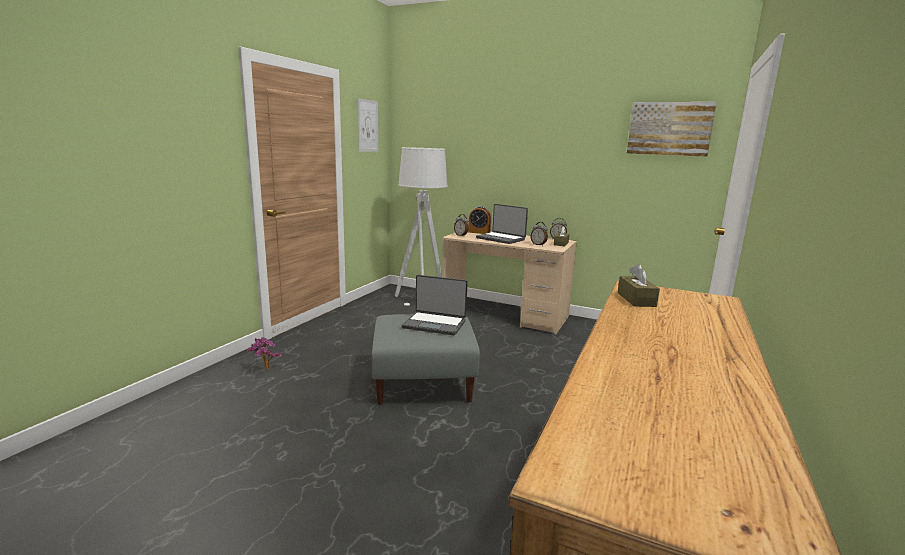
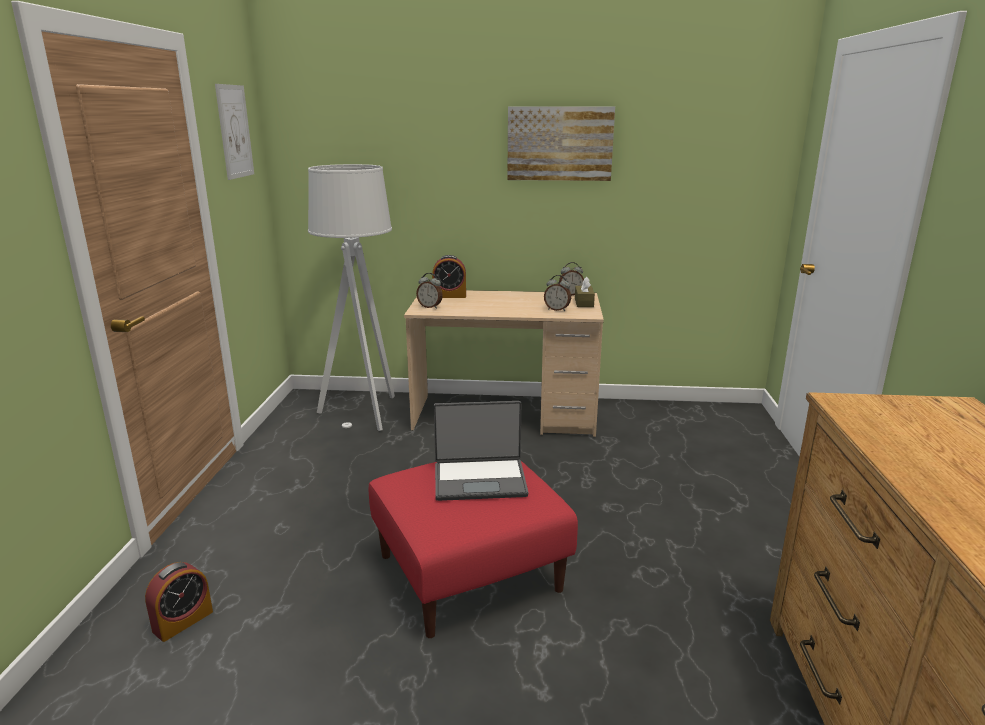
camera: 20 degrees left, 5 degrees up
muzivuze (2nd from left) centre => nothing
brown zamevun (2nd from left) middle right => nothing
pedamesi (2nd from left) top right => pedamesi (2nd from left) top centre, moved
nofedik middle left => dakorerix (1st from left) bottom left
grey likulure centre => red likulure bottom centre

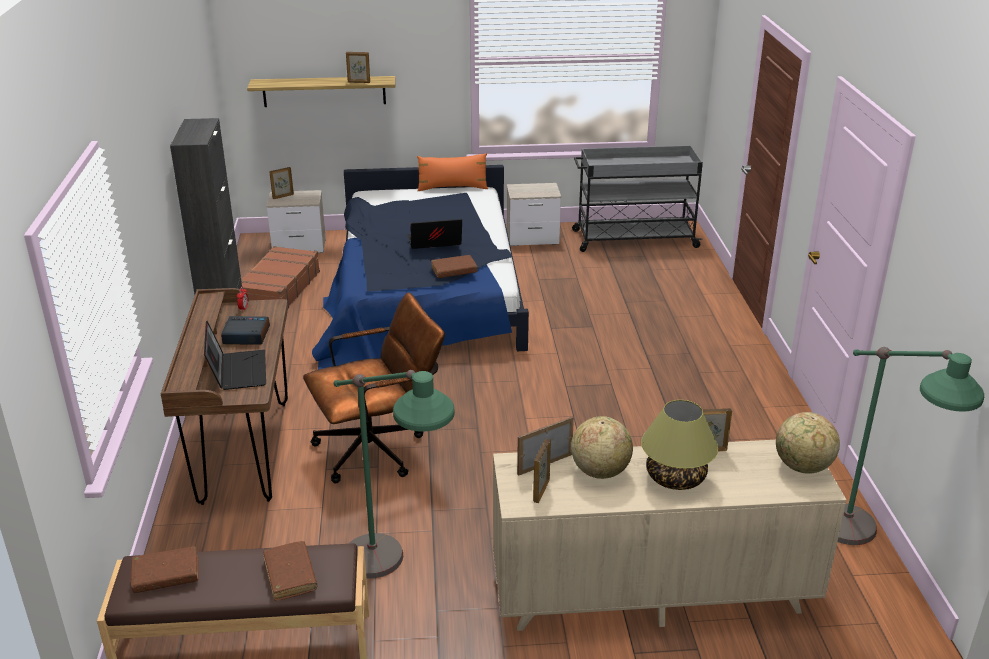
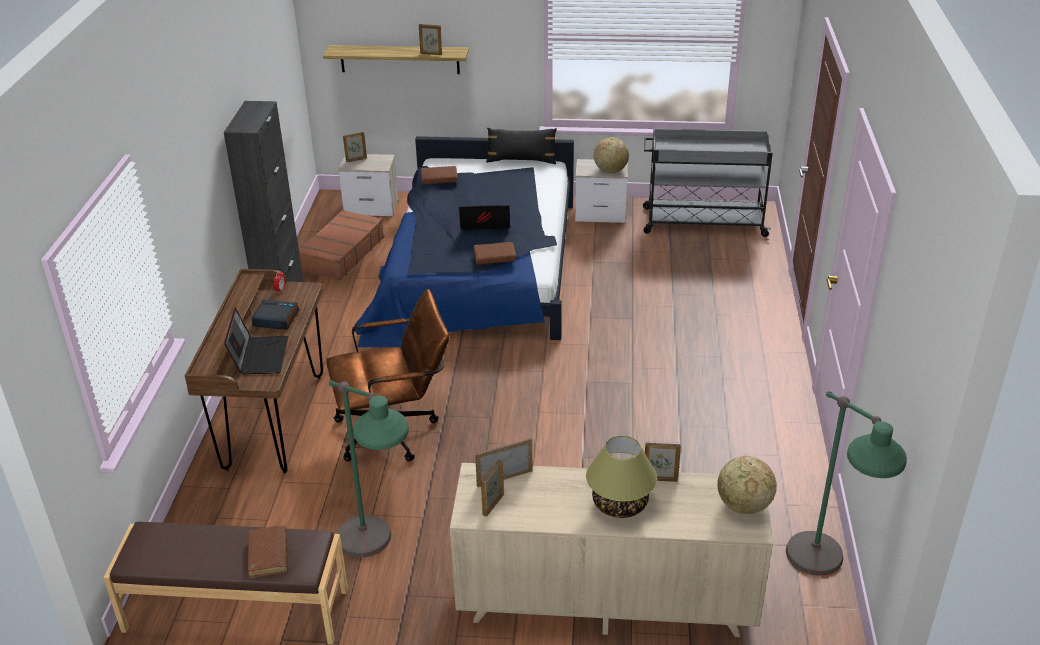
camera: 10 degrees right, 5 degrees up
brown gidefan (1st from left in the first image) bottom left => brown gidefan (2nd from left) top centre, moved
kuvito (1st from left) bottom centre => kuvito (1st from left) top centre, moved
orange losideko top centre => black losideko top centre

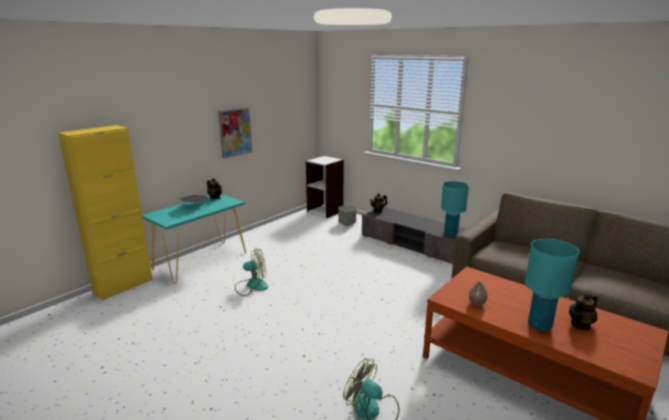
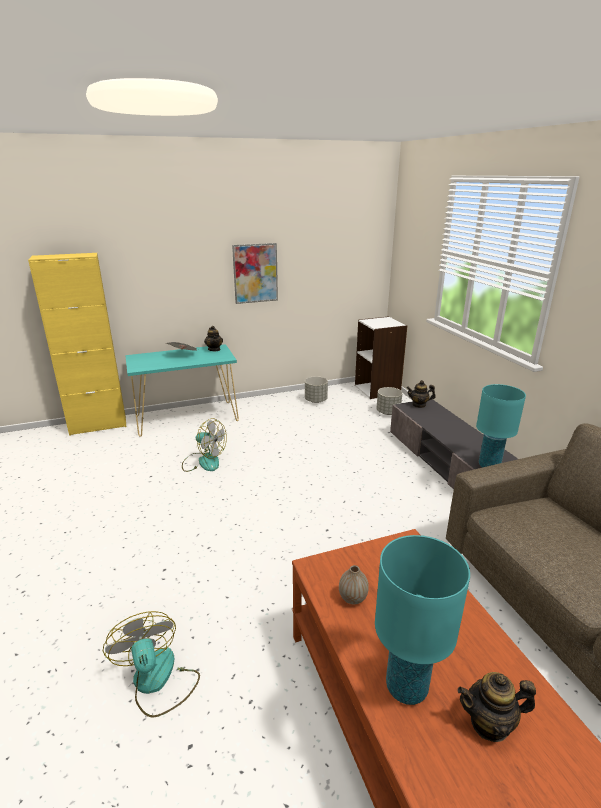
camera: 30 degrees right, 5 degrees up
nothing => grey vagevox (1st from left) centre

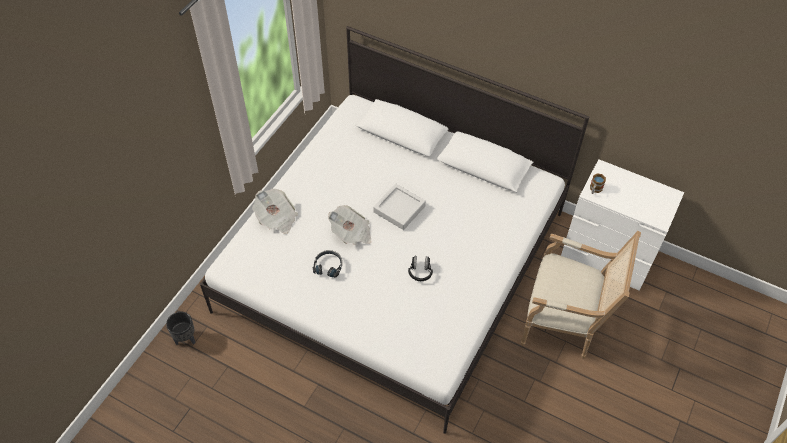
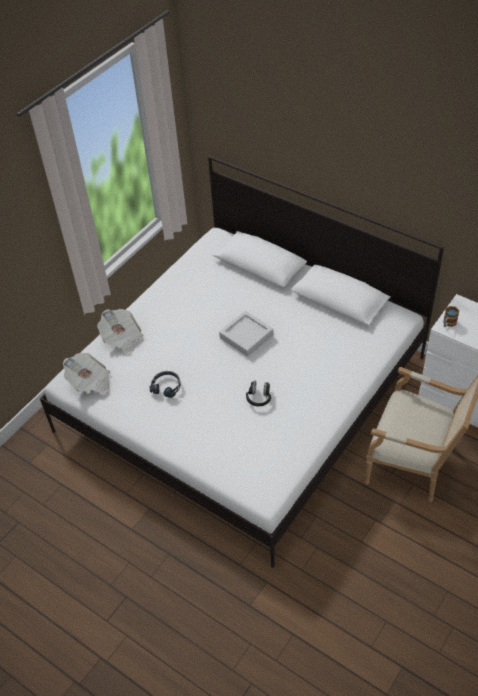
camera: 10 degrees right, 5 degrees down
black vagevox bottom left => nothing
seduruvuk (2nd from left in the first image) centre => seduruvuk (1st from left) middle left, moved

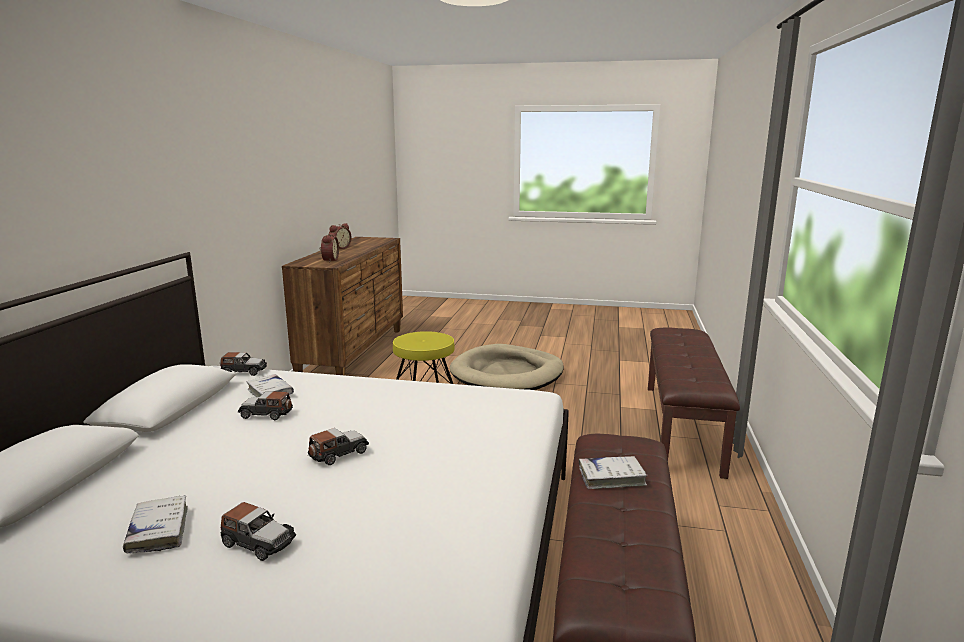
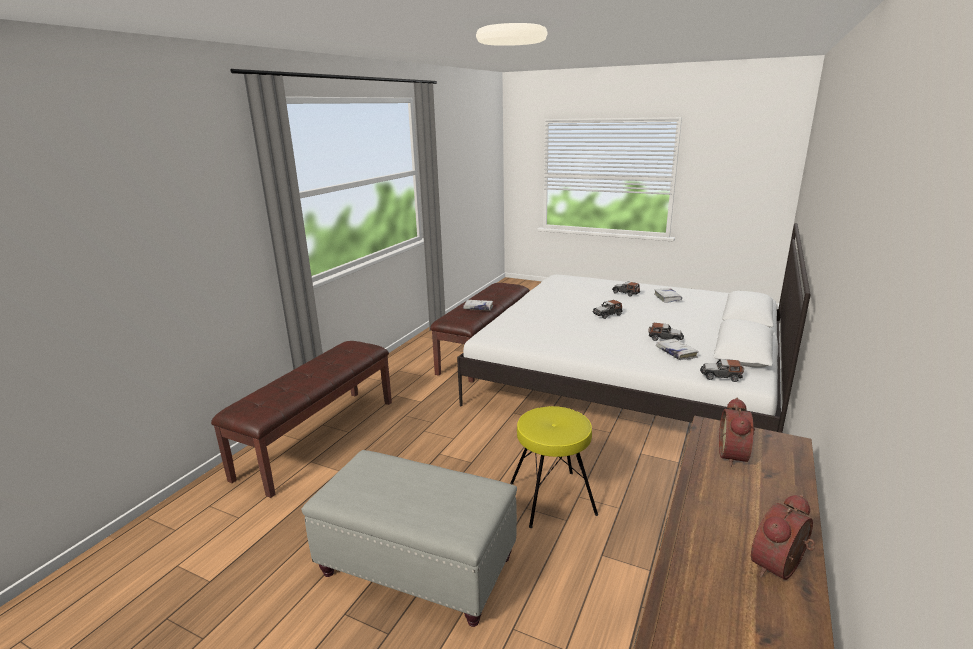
camera: 165 degrees left, 5 degrees up
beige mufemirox centre => grey likulure bottom centre

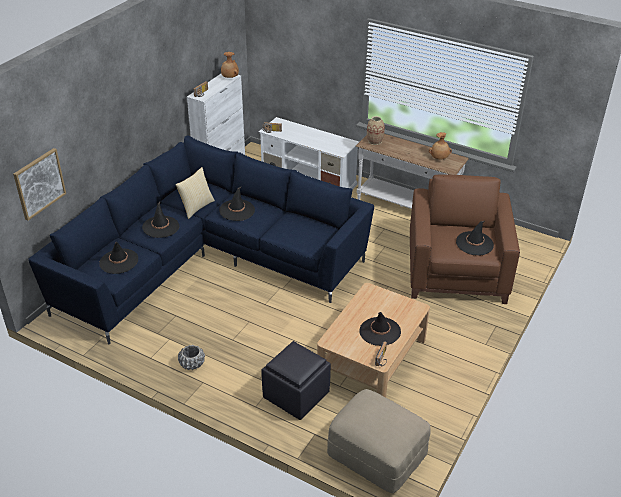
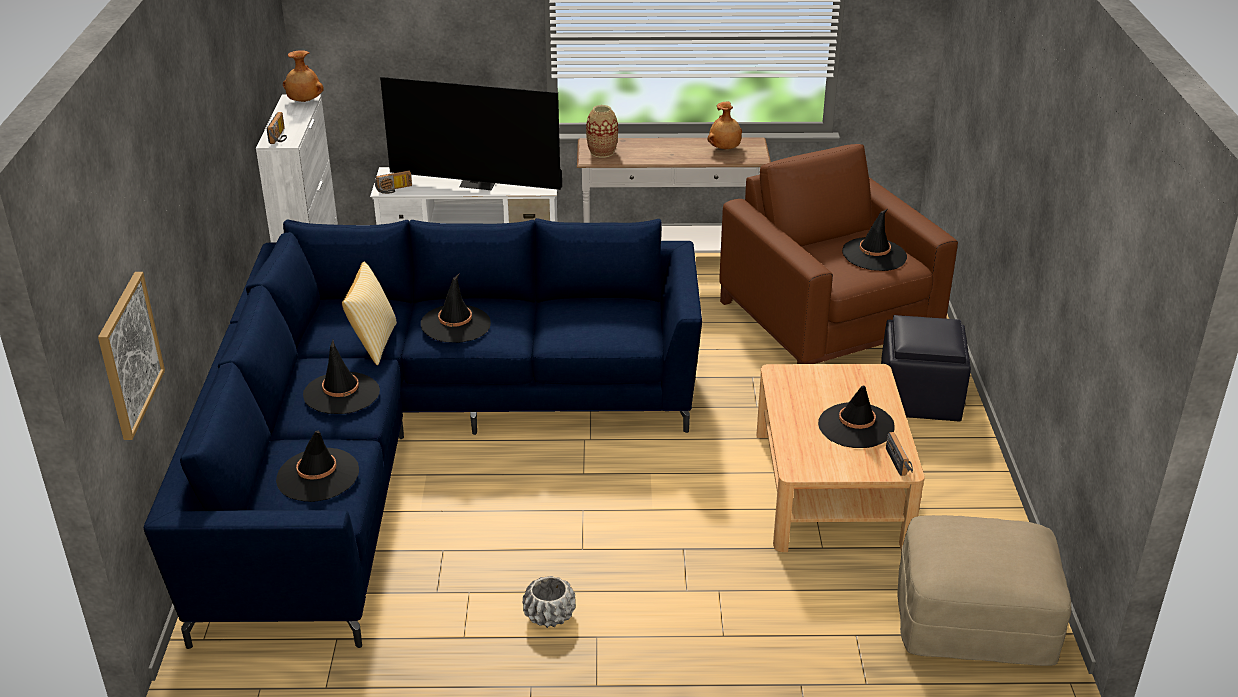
camera: 30 degrees left, 5 degrees down
nothing => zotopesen top centre
black likulure bottom centre => black likulure middle right, moved

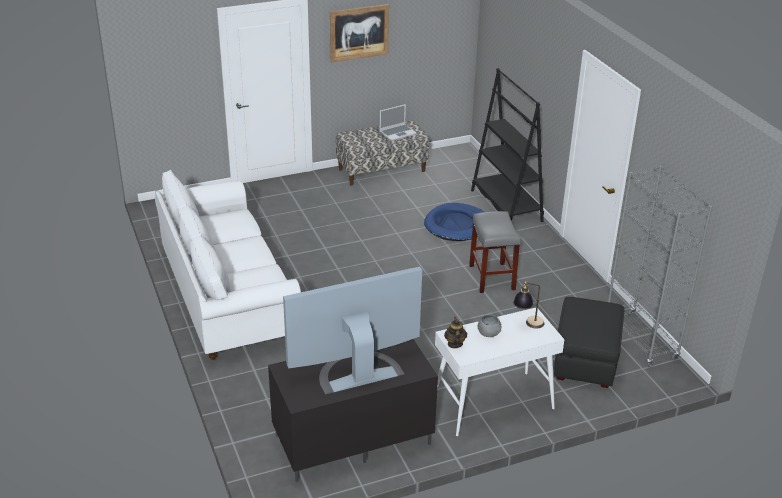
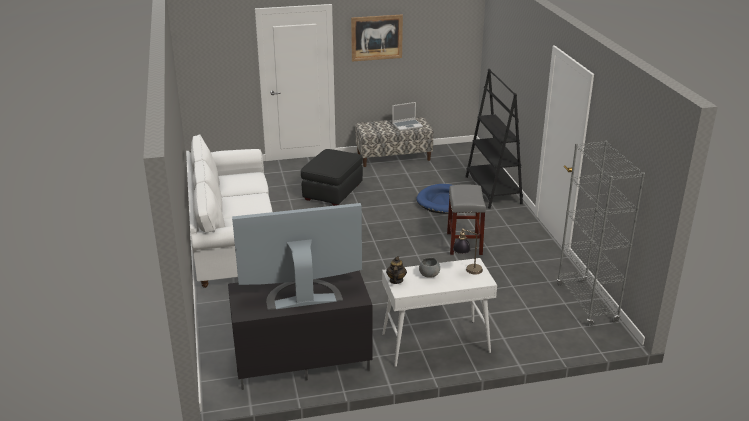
camera: 10 degrees right, 5 degrees down
black likulure bottom right => black likulure centre, moved

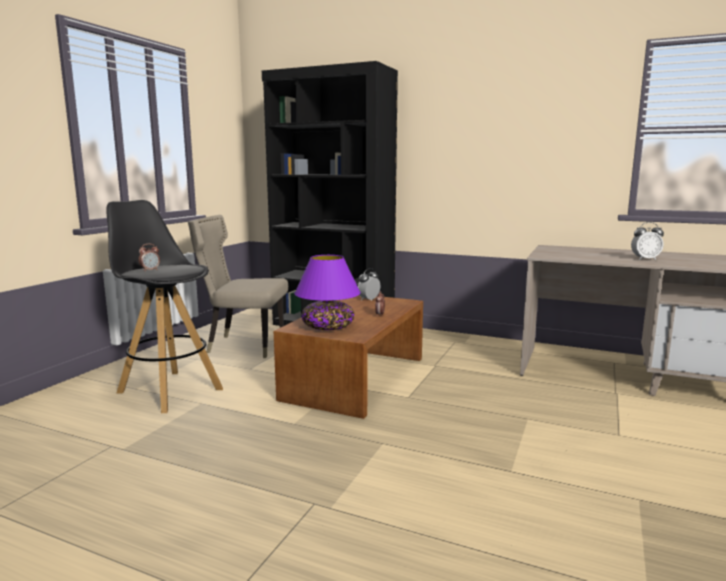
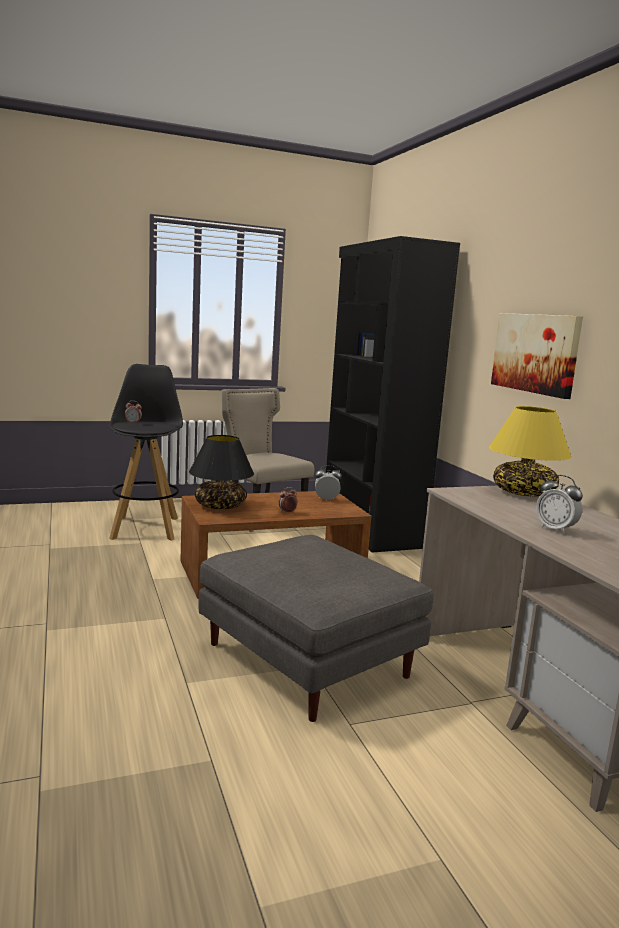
camera: 45 degrees right, 0 degrees up
nothing => grey likulure bottom centre
nothing => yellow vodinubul middle right
nothing => pedamesi middle right
purple vodinubul centre => black vodinubul centre

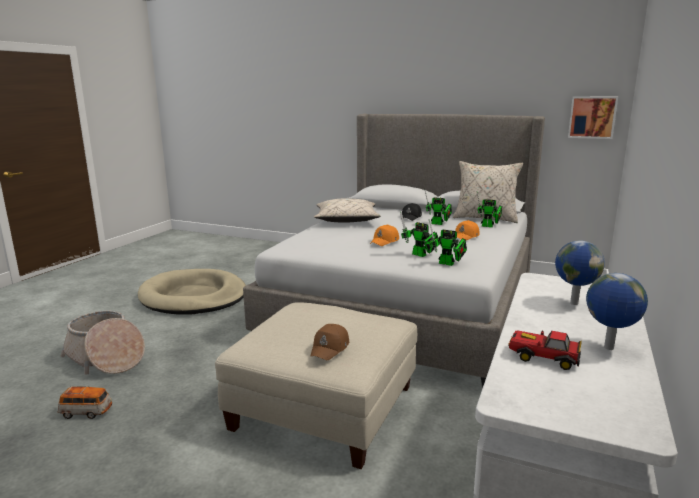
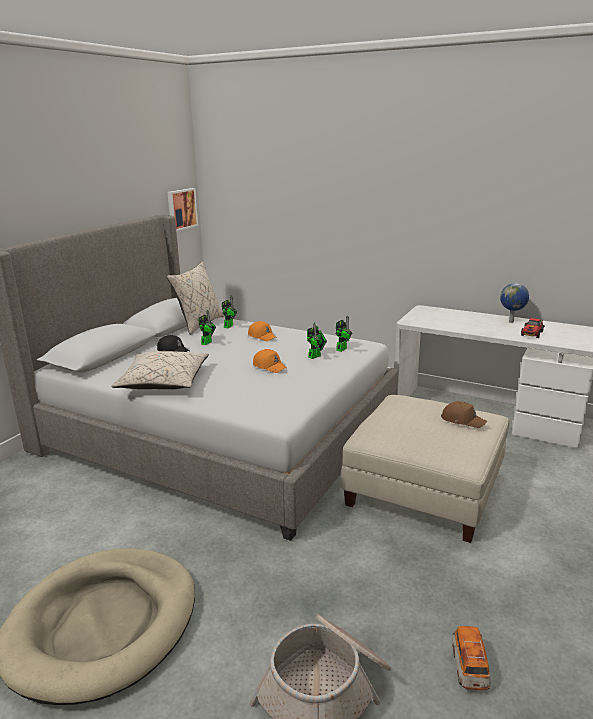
camera: 85 degrees left, 5 degrees up
kuvito (1st from left) middle right => nothing

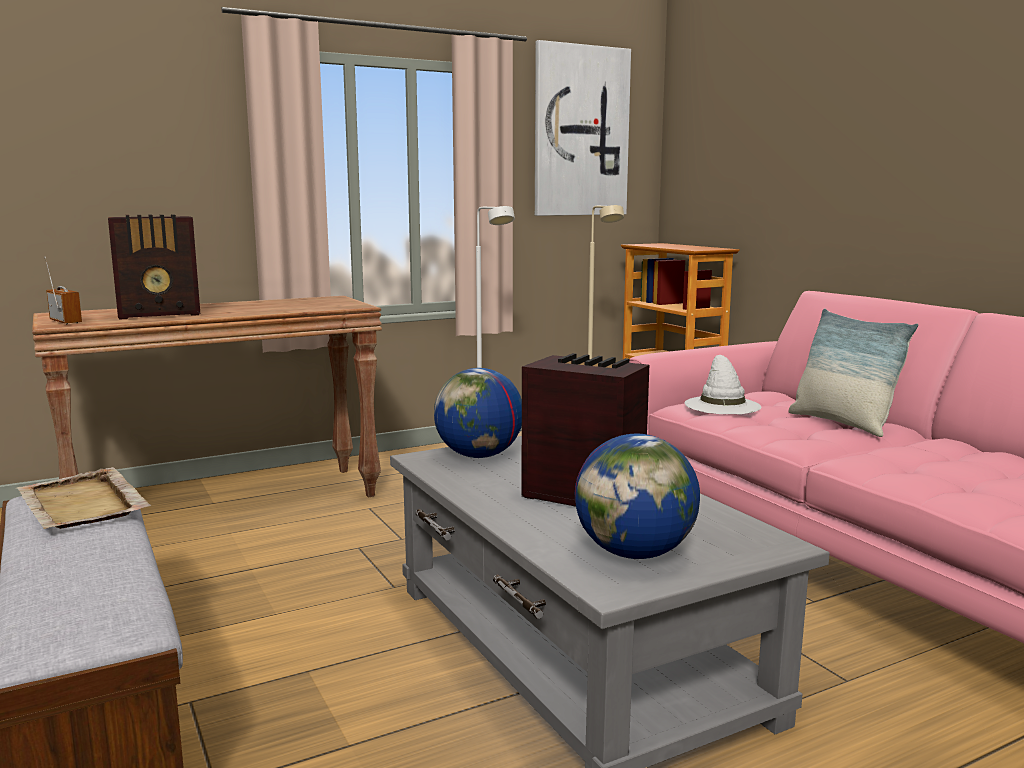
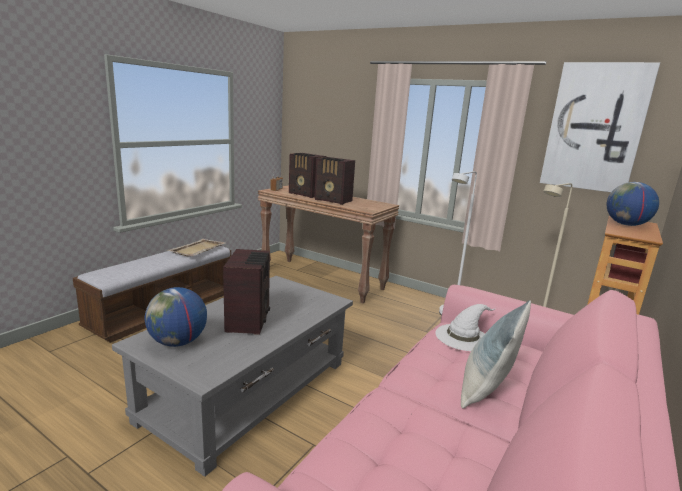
camera: 60 degrees right, 5 degrees up
nothing => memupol (4th from left) centre
kuvito (1st from left in the first image) centre => kuvito (2nd from left) middle right, moved

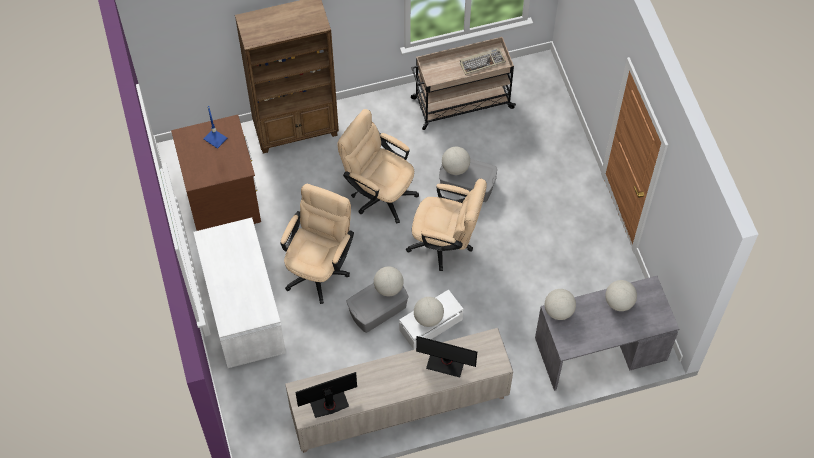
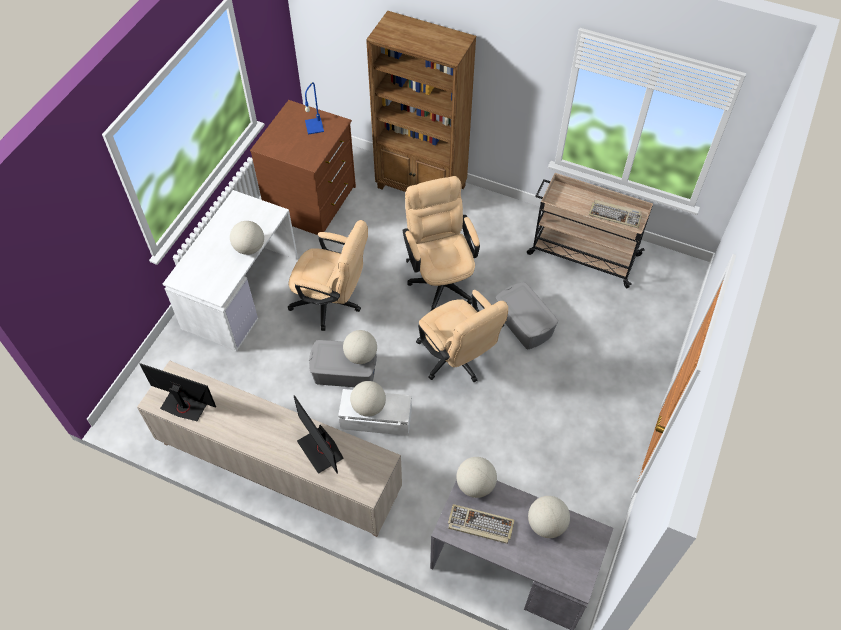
camera: 40 degrees right, 5 degrees down
nothing => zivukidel (1st from left) bottom centre
kuvito (3rd from left in the first image) centre => kuvito (1st from left) middle left, moved
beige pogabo (1st from left) centre, 45 degrees clockwise

